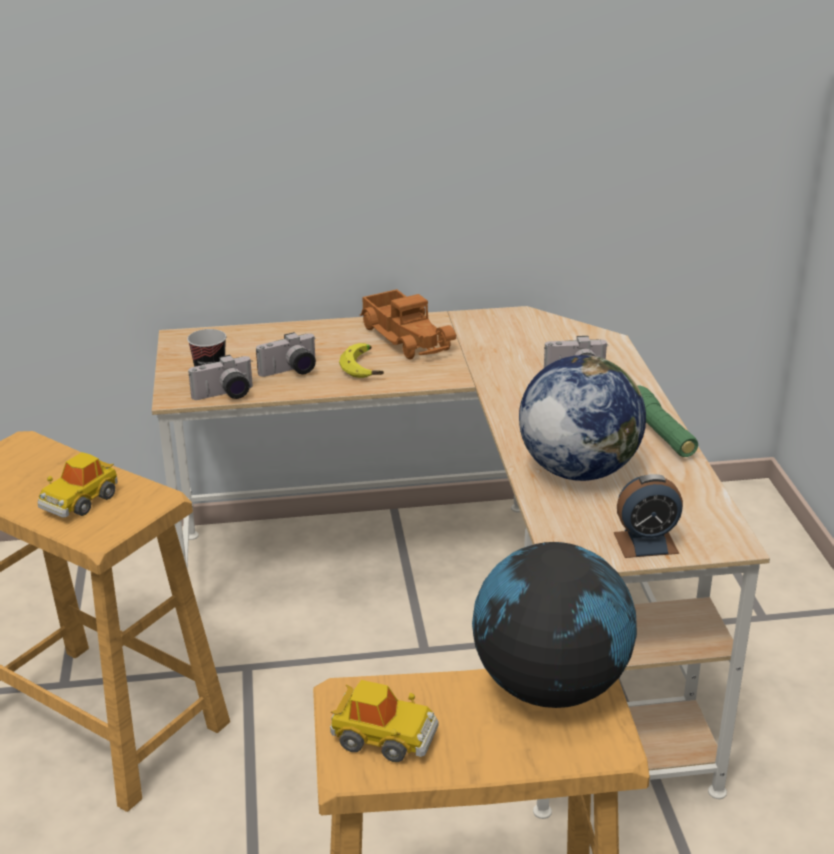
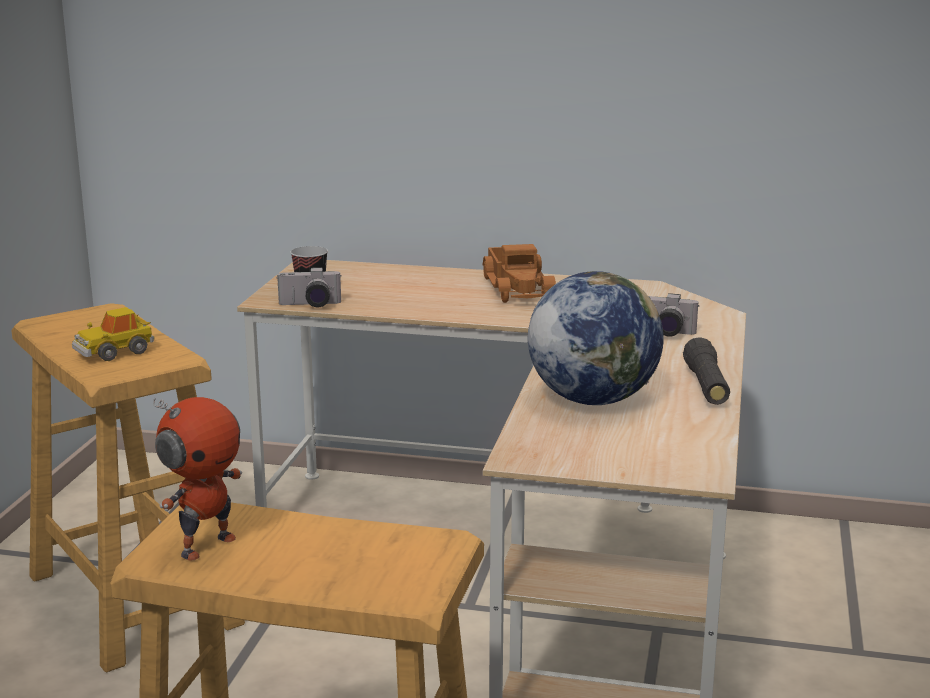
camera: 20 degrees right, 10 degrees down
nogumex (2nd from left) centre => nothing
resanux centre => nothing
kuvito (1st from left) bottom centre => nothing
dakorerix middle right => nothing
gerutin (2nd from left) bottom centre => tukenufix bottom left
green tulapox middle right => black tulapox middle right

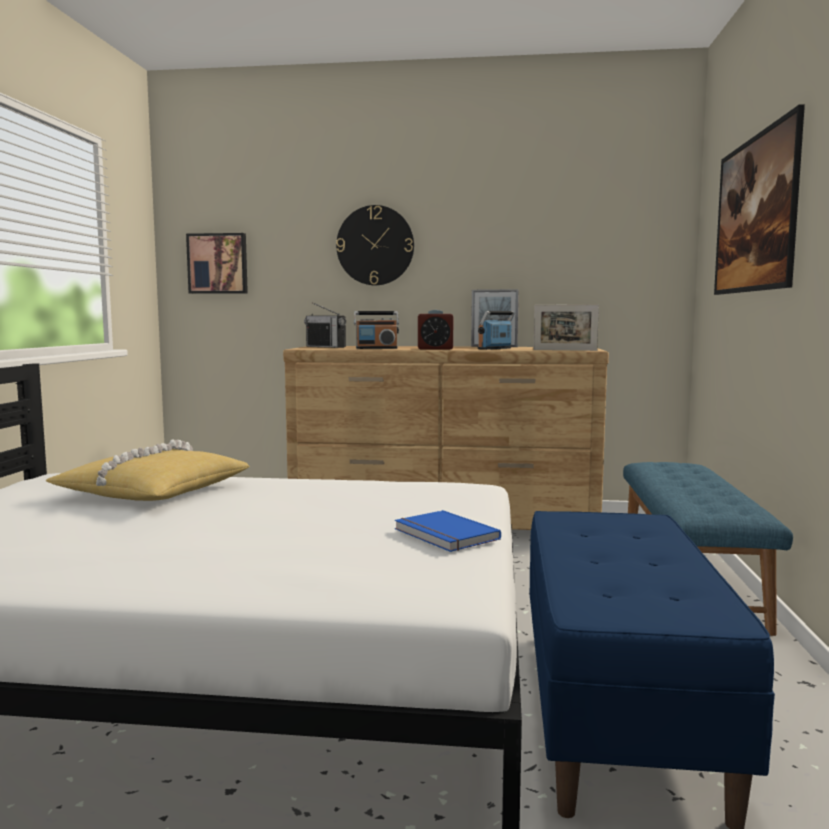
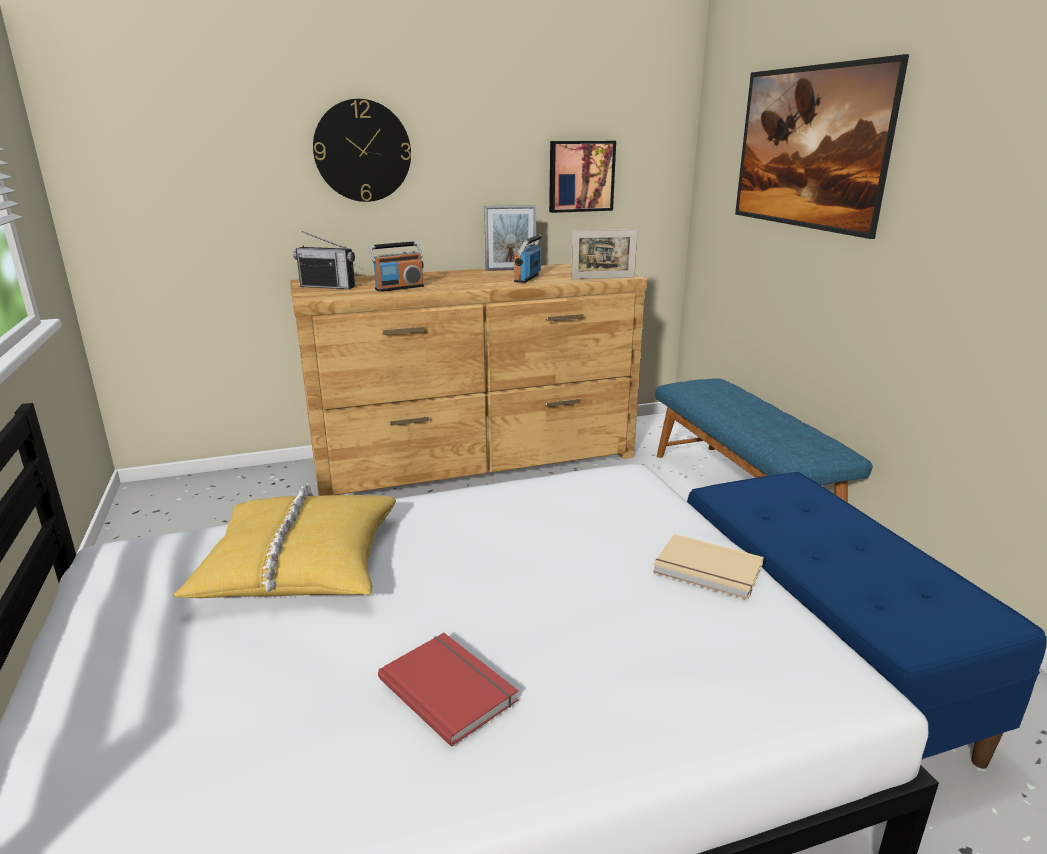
camera: 25 degrees left, 15 degrees up
dakorerix centre => nothing
nothing => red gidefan bottom centre
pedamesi (1st from left) top left => pedamesi (1st from left) top centre, moved
blue gidefan centre => beige gidefan middle right

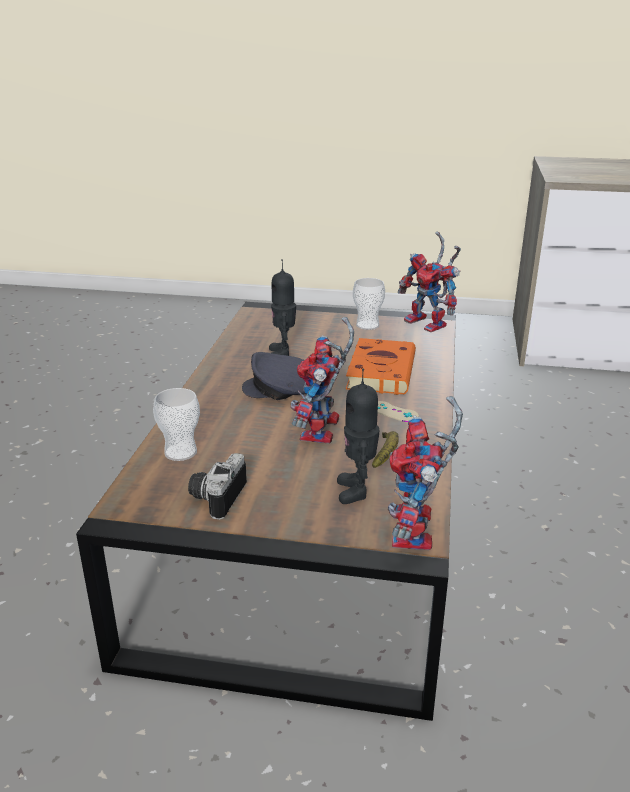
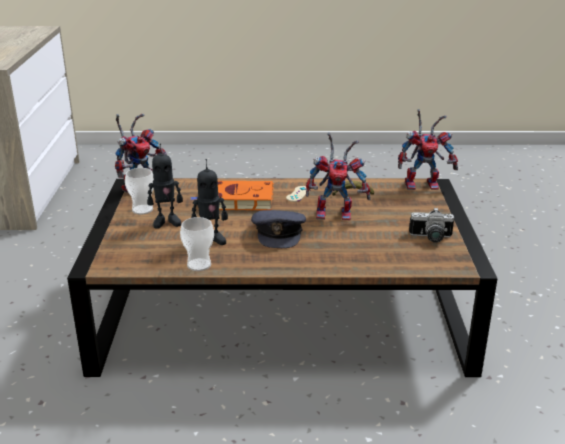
camera: 100 degrees left, 0 degrees up
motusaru (1st from left in the first image) middle left => motusaru (2nd from left) centre, moved
tukenufix (3rd from left in the first image) centre => tukenufix (2nd from left) middle left, moved

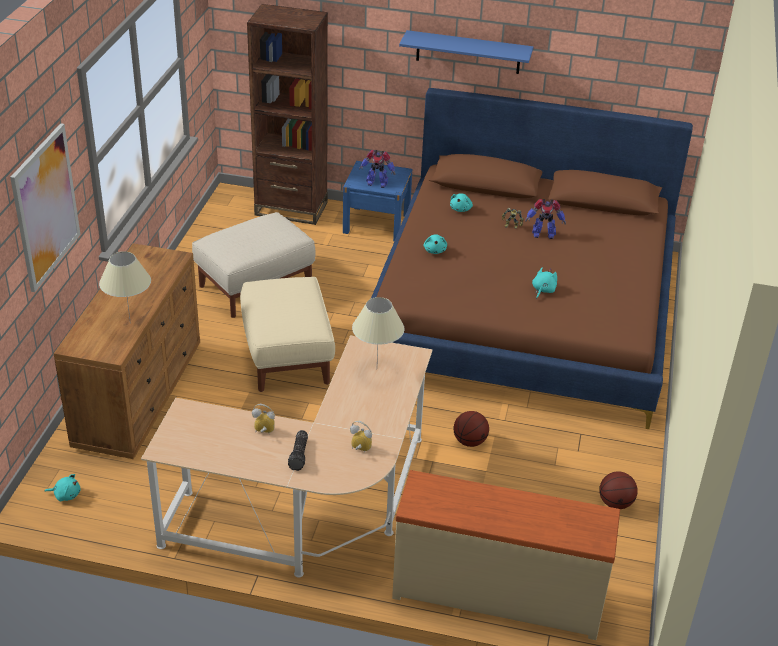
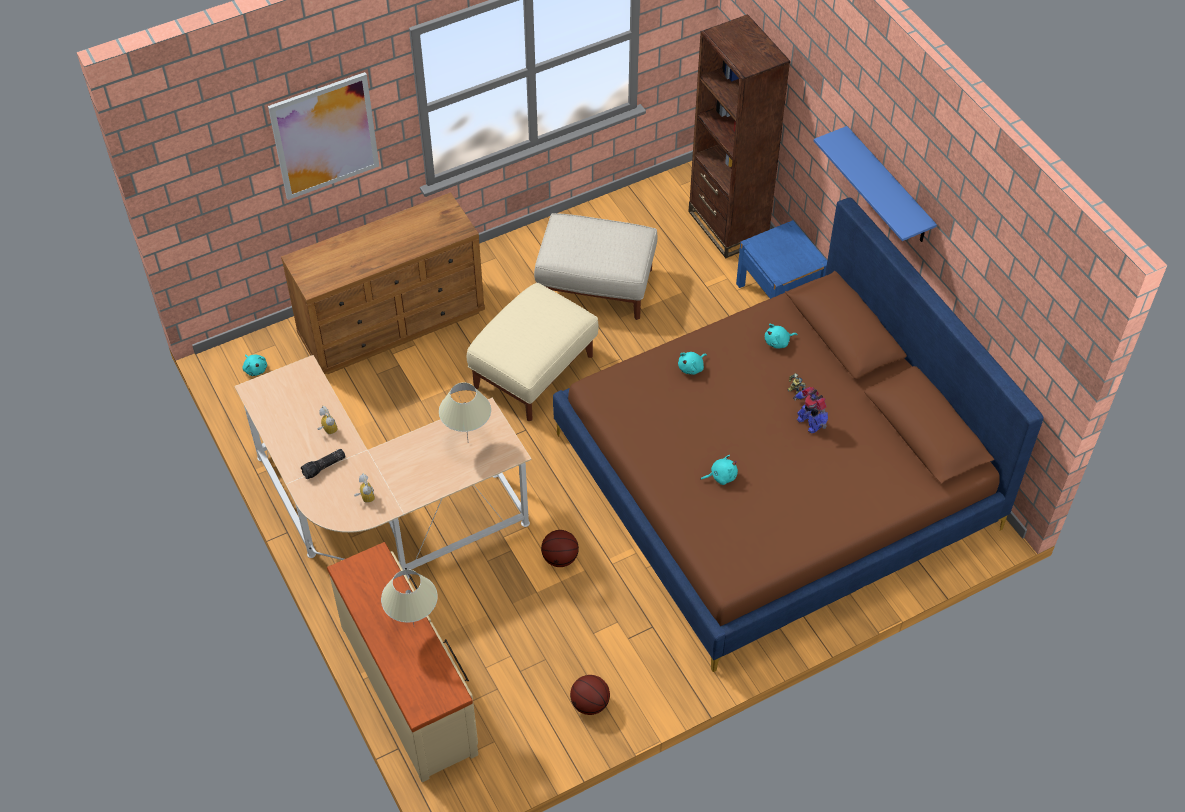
camera: 50 degrees right, 15 degrees up
tukenufix (1st from left) top centre => nothing
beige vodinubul (1st from left) middle left => beige vodinubul (1st from left) bottom centre, moved

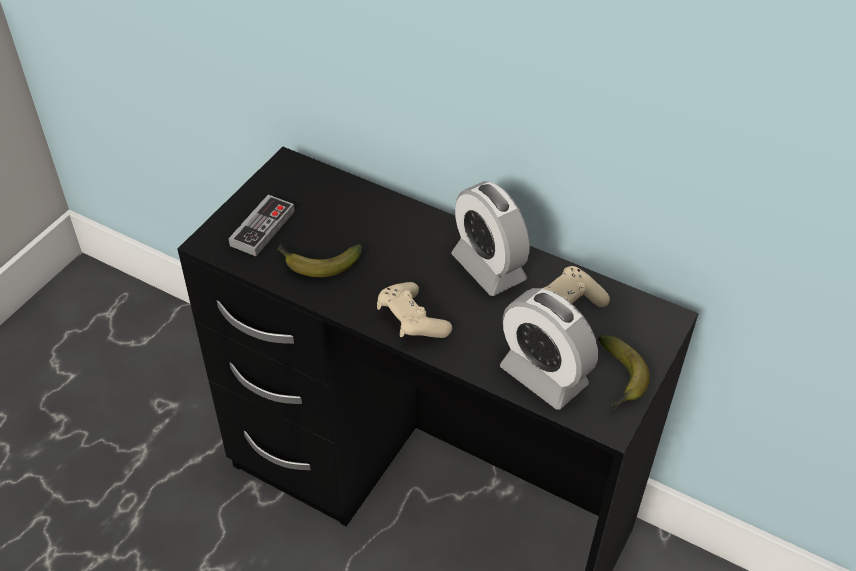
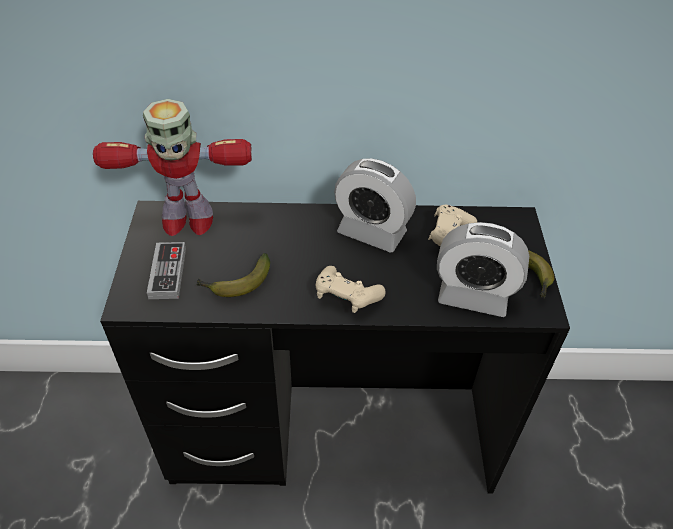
camera: 30 degrees left, 0 degrees up
nothing => tukenufix top left

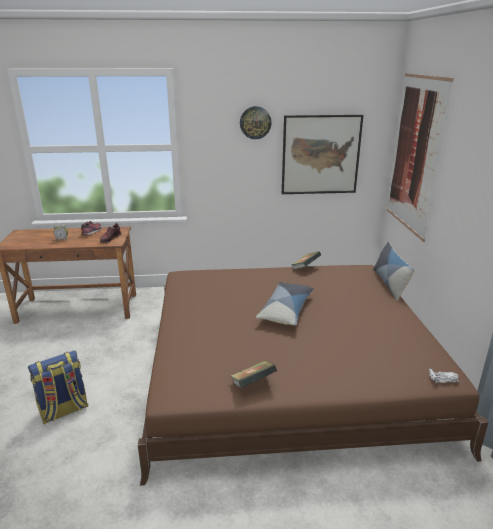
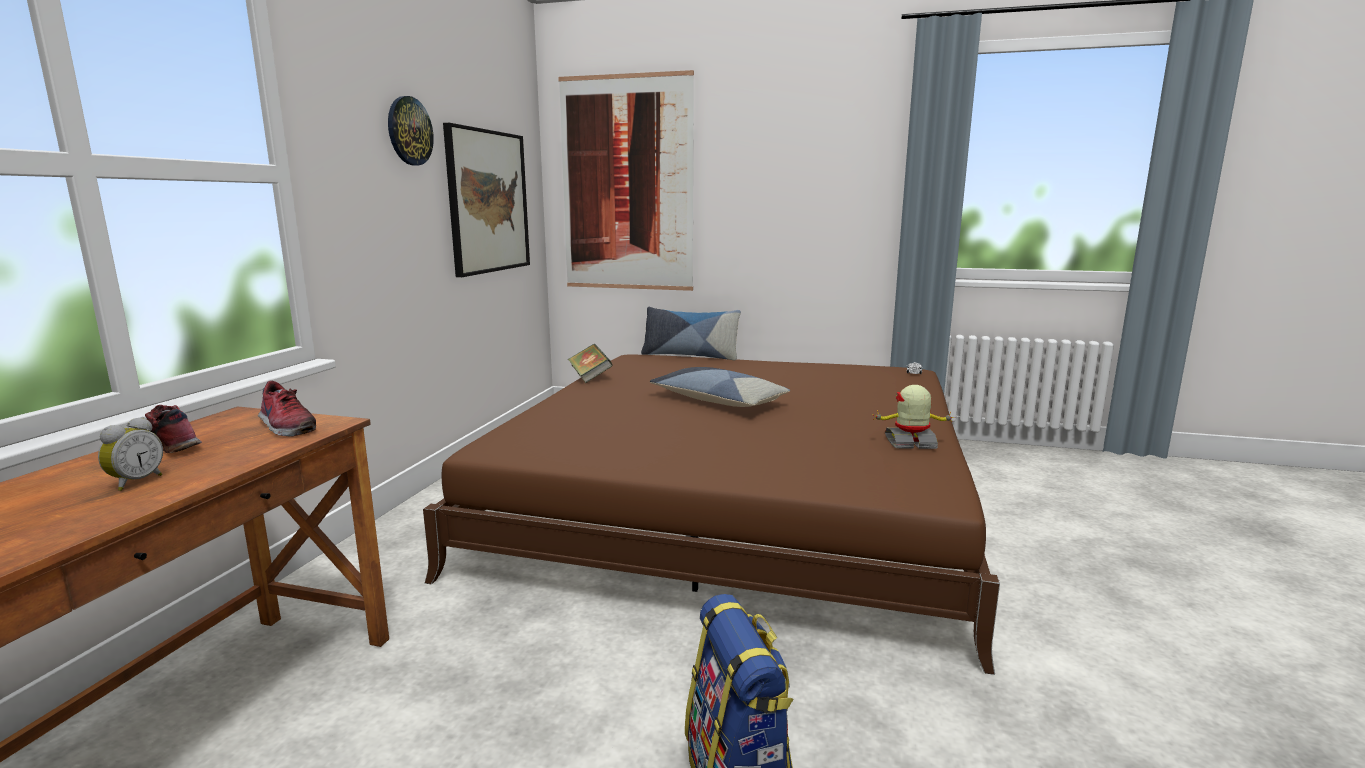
camera: 70 degrees left, 10 degrees down
gidefan (1st from left) bottom centre => tukenufix middle right

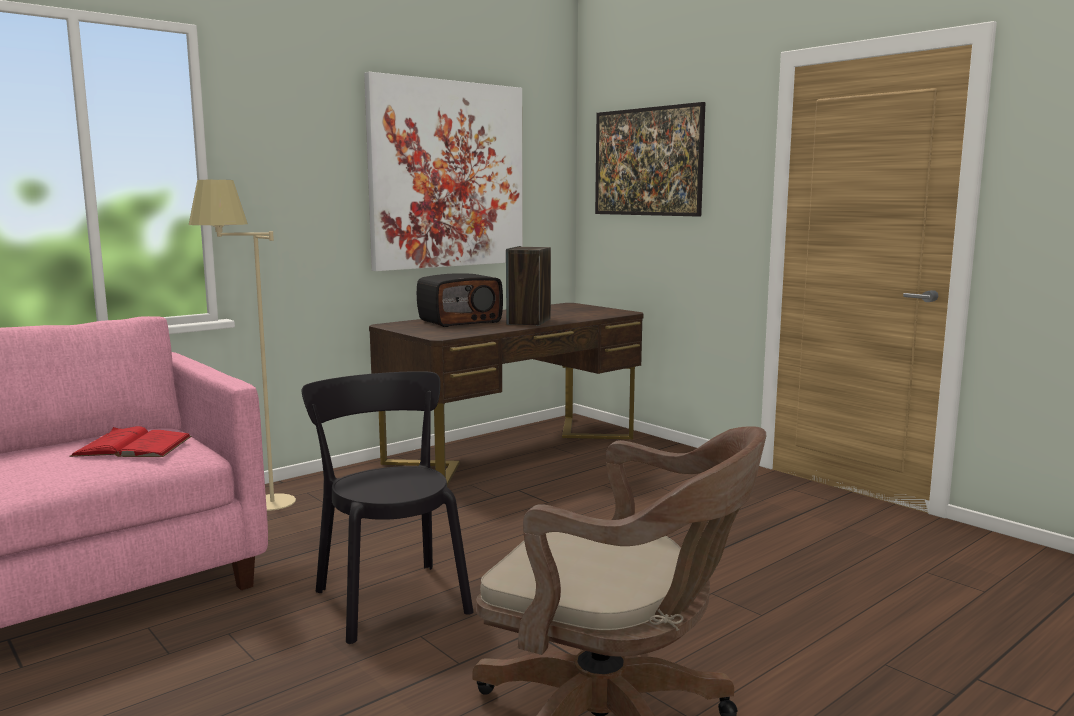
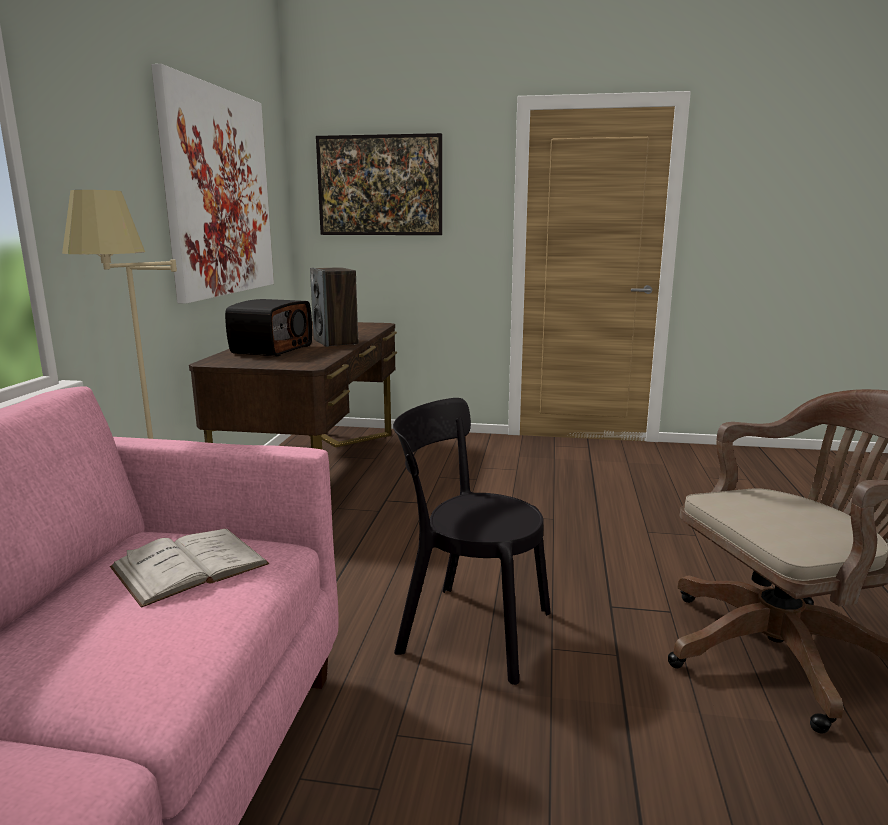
camera: 40 degrees left, 5 degrees up
red gidefan middle left => white gidefan bottom left

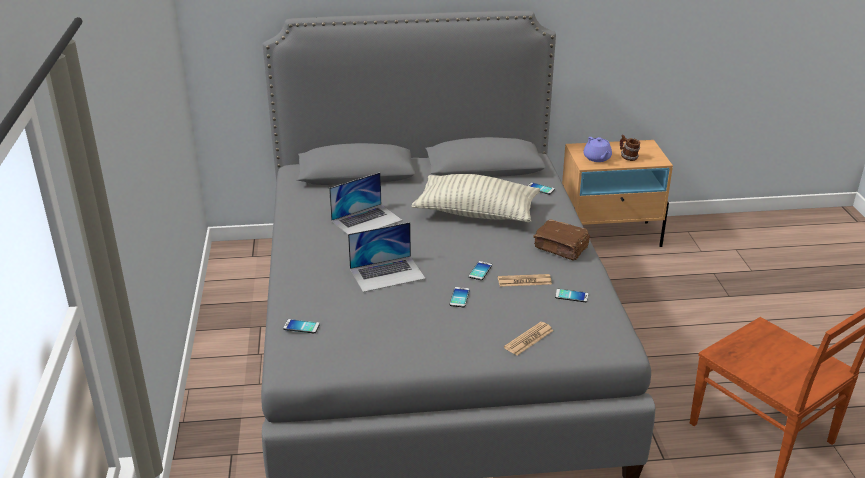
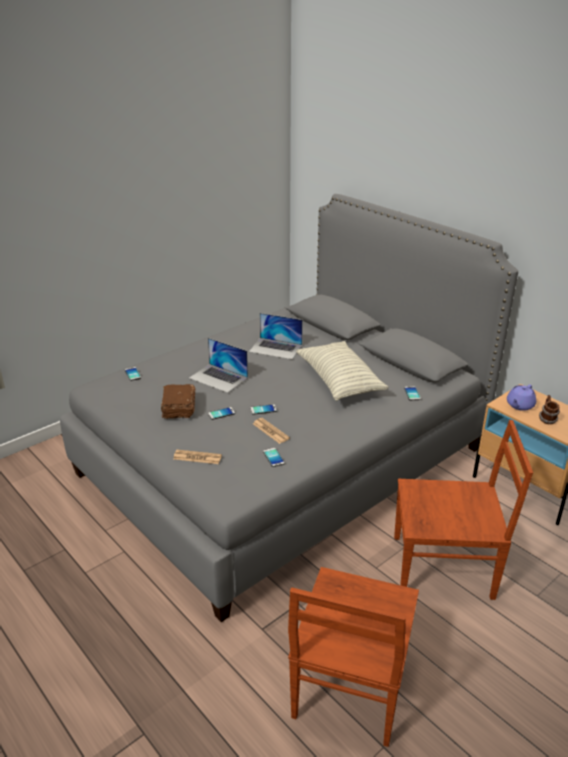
camera: 55 degrees right, 0 degrees up
nothing => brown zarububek (2nd from left) bottom right
brown gidefan centre => brown gidefan middle left, moved

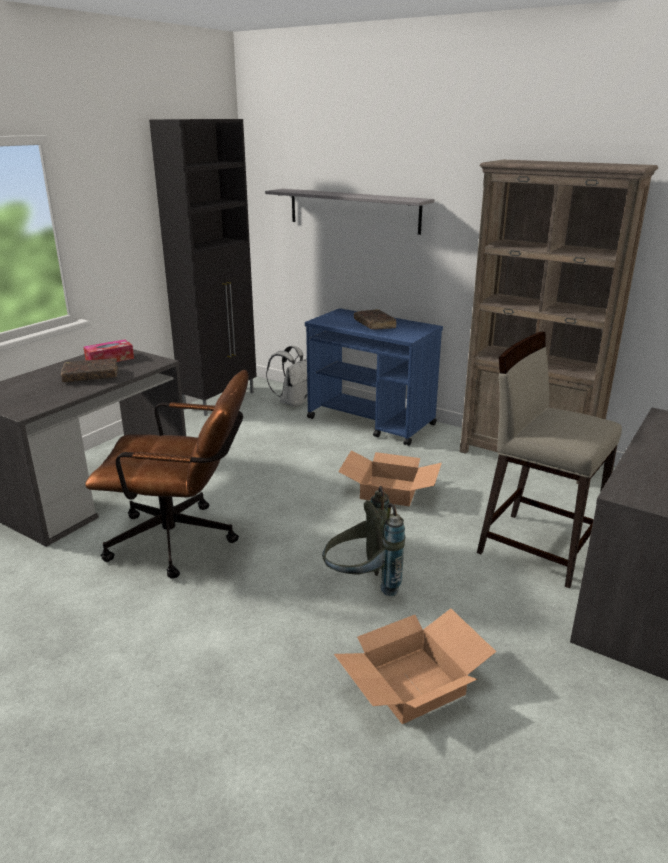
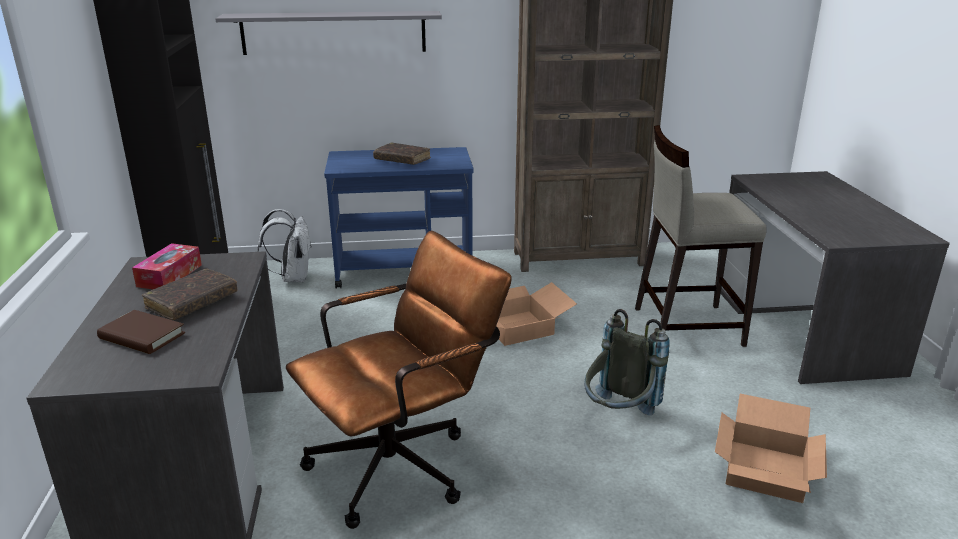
camera: 40 degrees left, 0 degrees up
nothing => brown gidefan (1st from left) middle left

